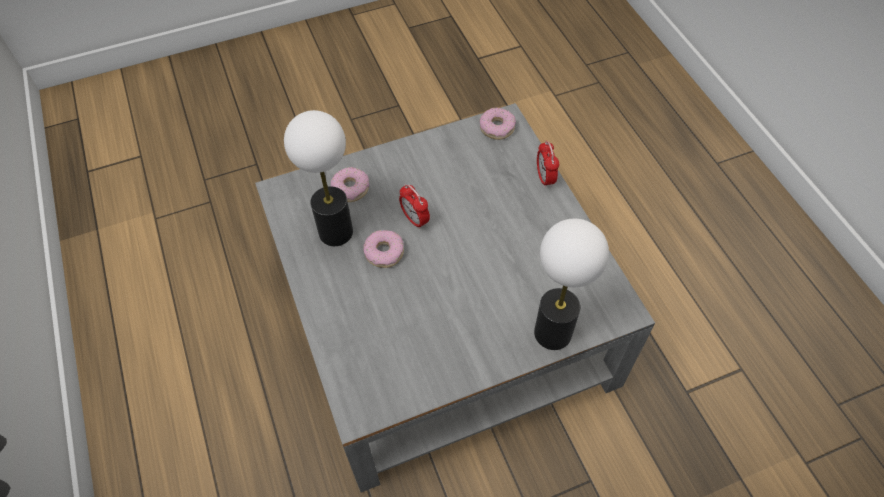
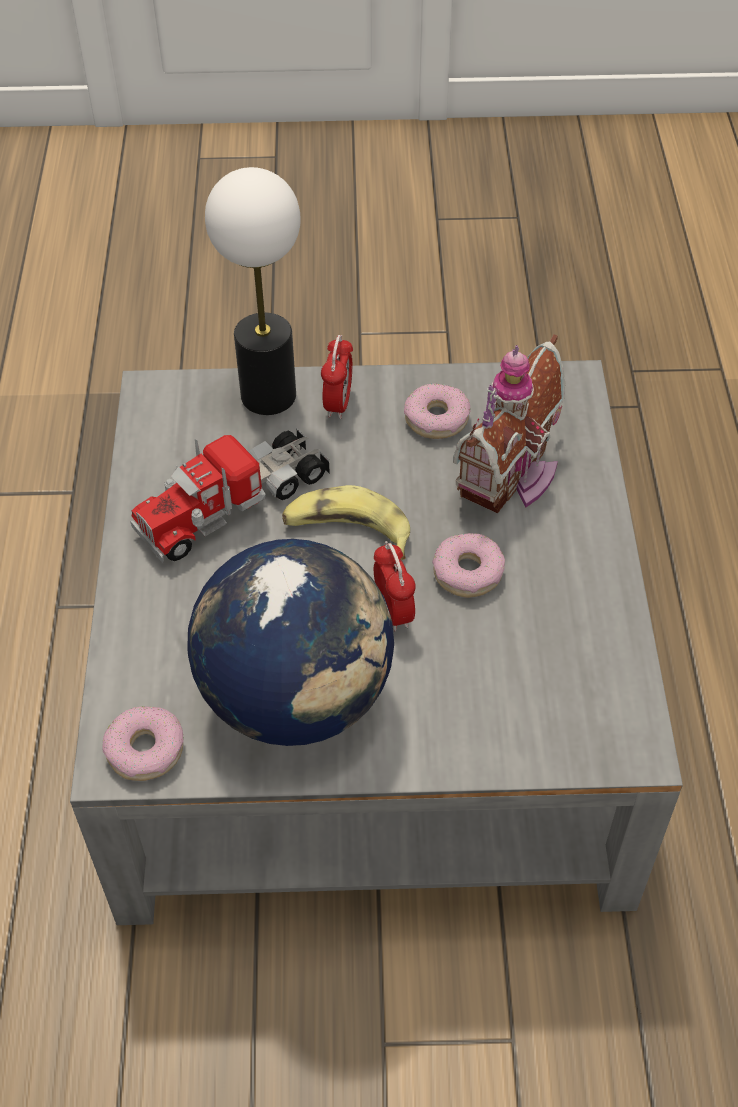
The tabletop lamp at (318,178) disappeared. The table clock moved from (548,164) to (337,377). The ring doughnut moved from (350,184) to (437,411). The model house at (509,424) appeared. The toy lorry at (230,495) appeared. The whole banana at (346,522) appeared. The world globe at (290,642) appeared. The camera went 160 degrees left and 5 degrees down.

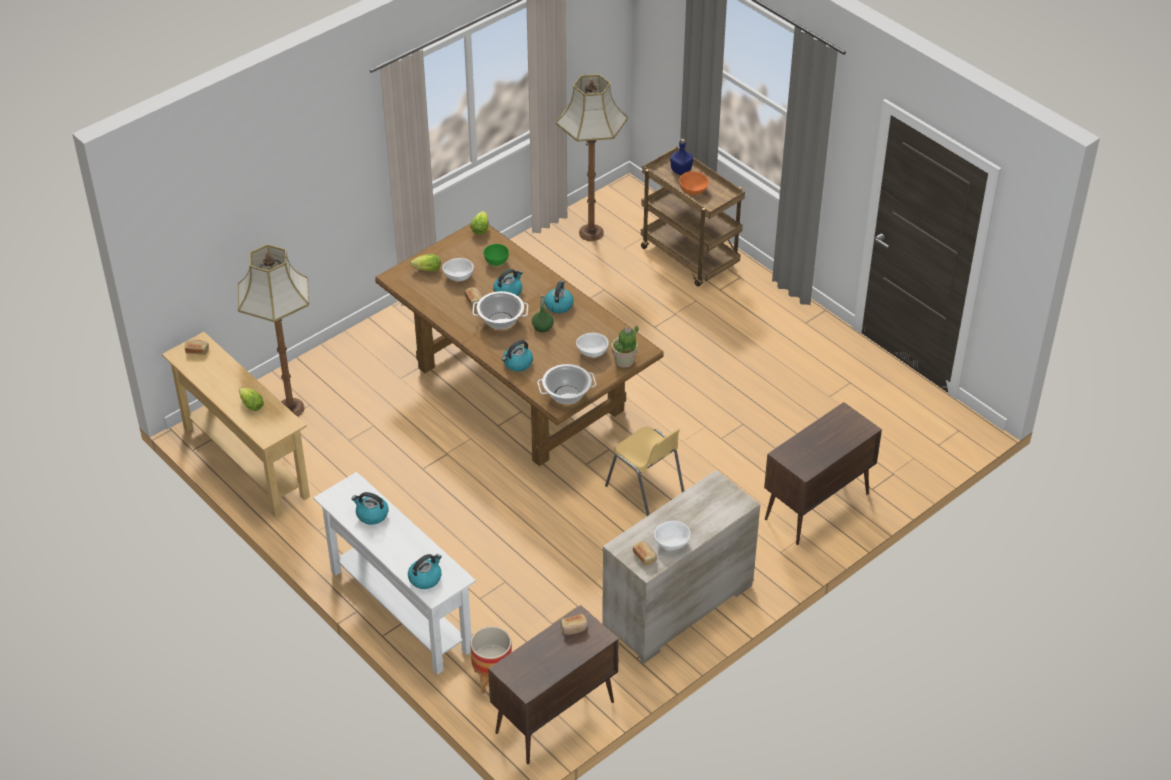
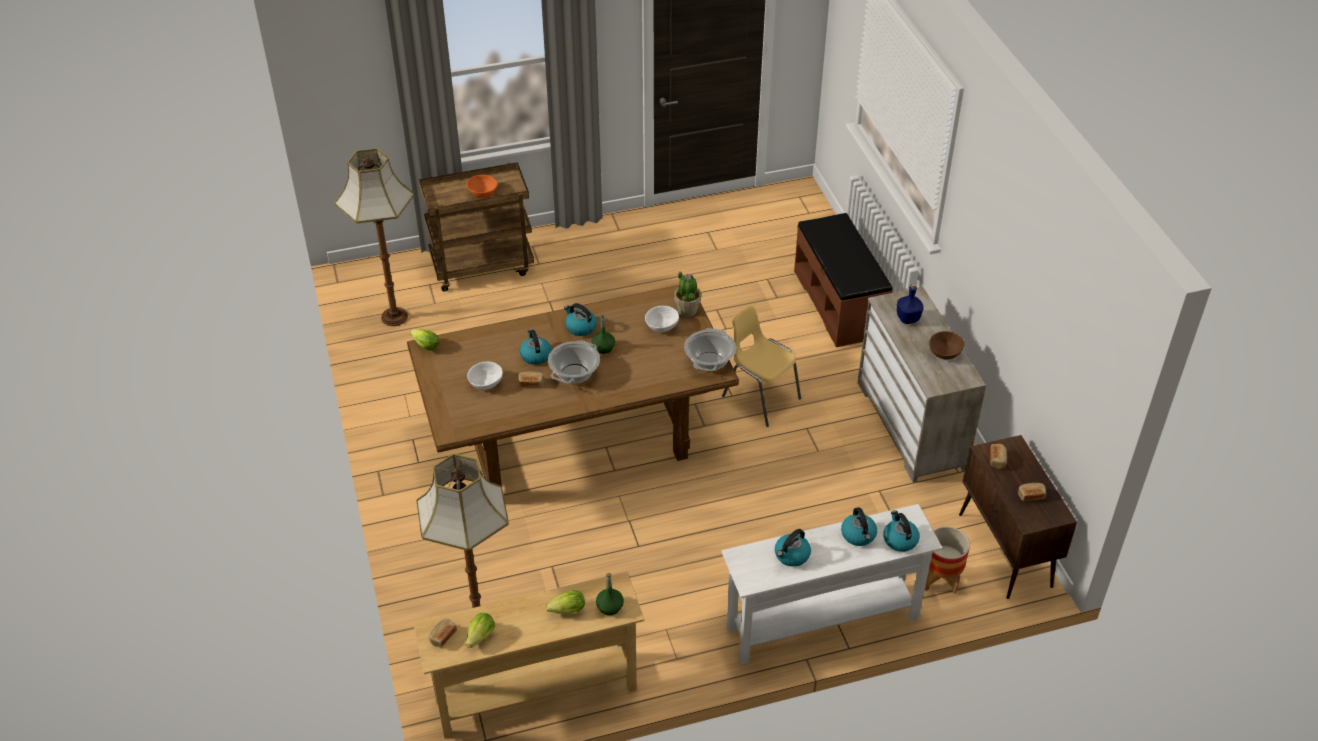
The blue beverage bottle moved from (681,157) to (910,303). The green-coloured serving bowl at (496,255) disappeared. The lettuce moved from (425,262) to (480,630). The water kettle moved from (517,356) to (859,526). The brownish cupboard at (823,473) was replaced by the brownish bench at (843,280). The yellowish plain chair at (644,471) turned 120 degrees counterclockwise. The white serving bowl at (672,535) became the brownish serving bowl at (946,345). The bakery bread moved from (645,553) to (1032,492). The green-coloured beverage bottle at (610,594) appeared. The camera went 65 degrees left and 0 degrees up.

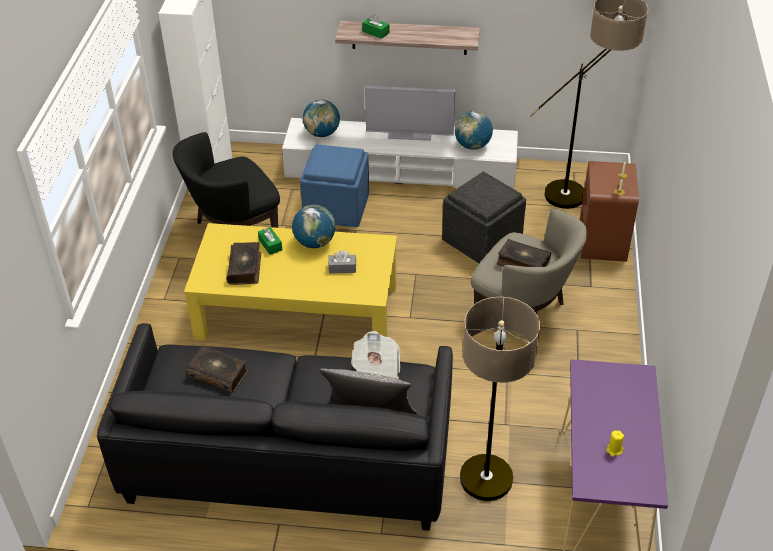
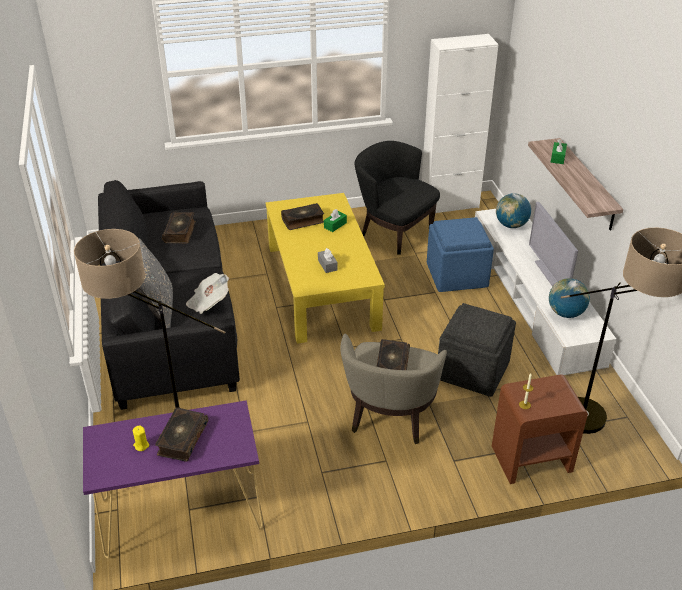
The world globe at (314,226) disappeared. The book at (181,434) appeared. The camera went 70 degrees right and 5 degrees down.

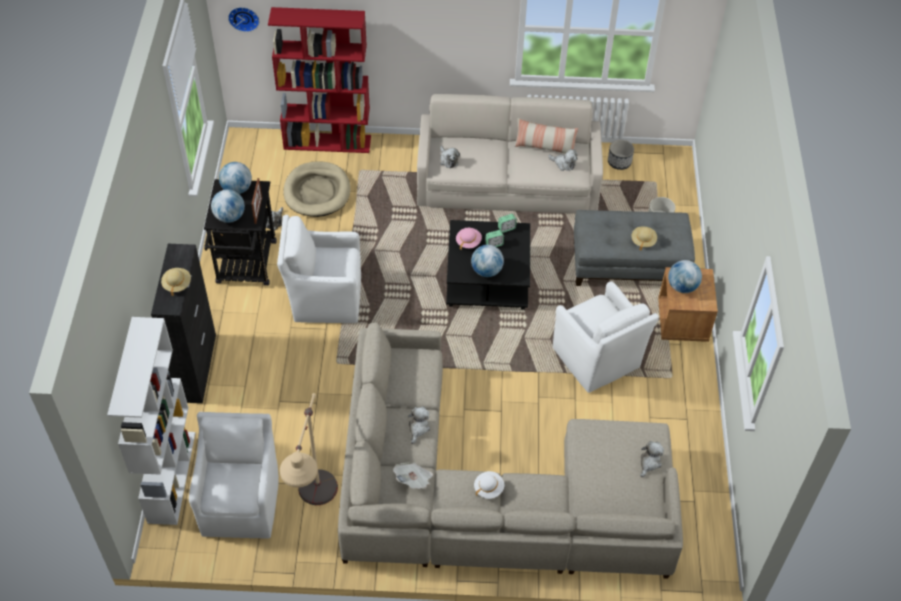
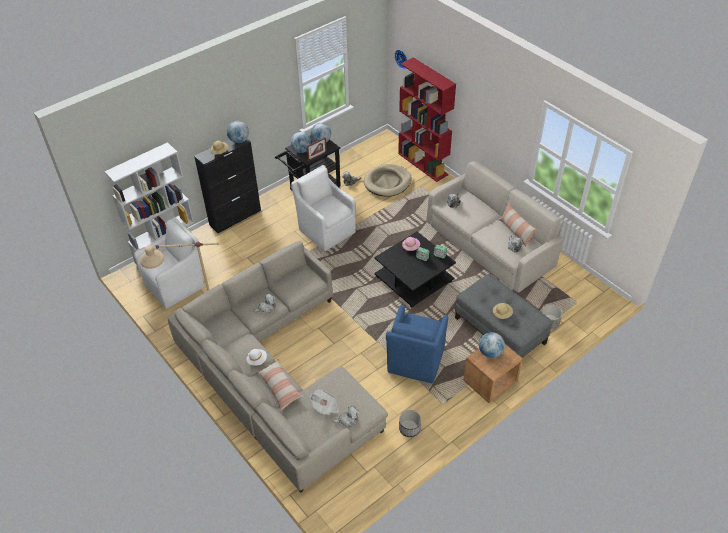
The flower pot moved from (621,155) to (410,423). The world globe moved from (487,261) to (238,132). The white easy chair at (606,337) became the blue easy chair at (417,344). The daily paper moved from (413,475) to (324,402). The pillow at (280,385) appeared. The camera went 50 degrees right and 5 degrees down.

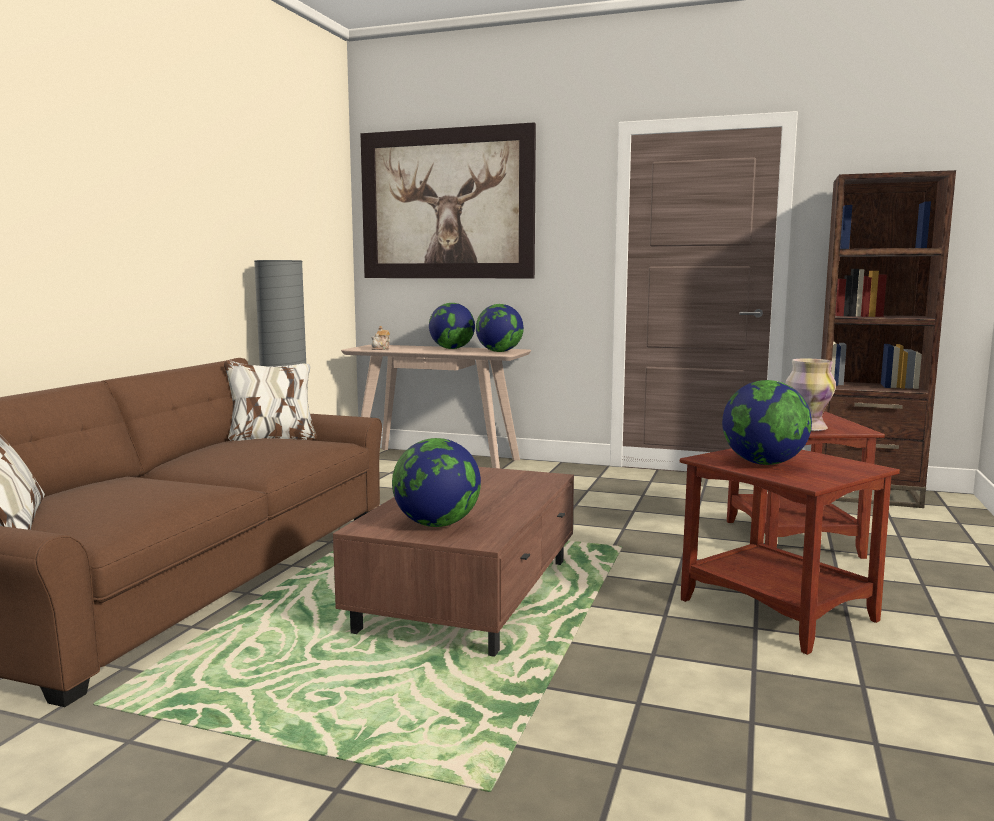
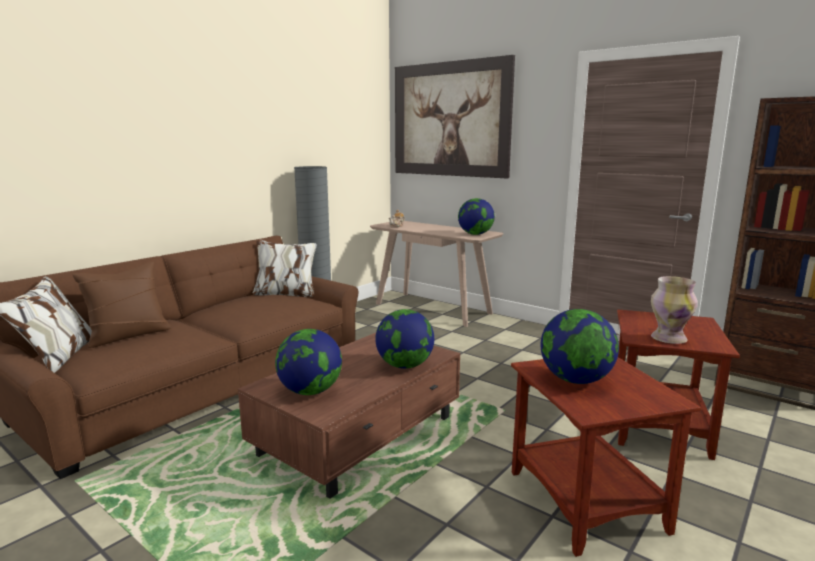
The world globe moved from (452,326) to (404,339). The brownish pillow at (121,305) appeared. The camera went 20 degrees right and 5 degrees up.

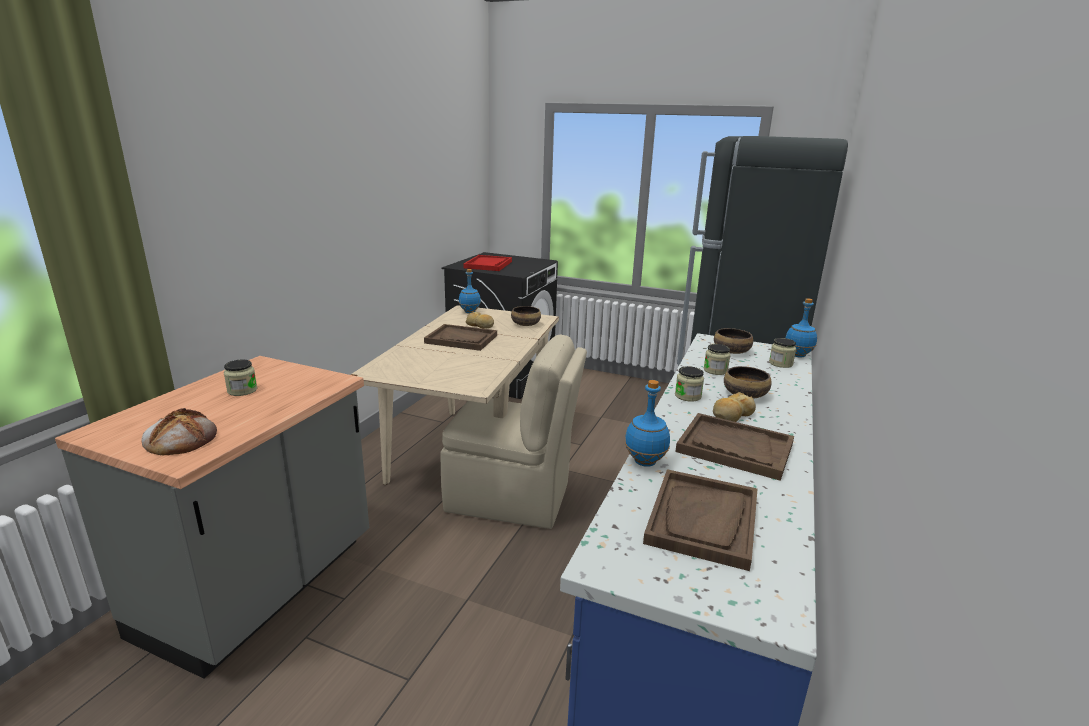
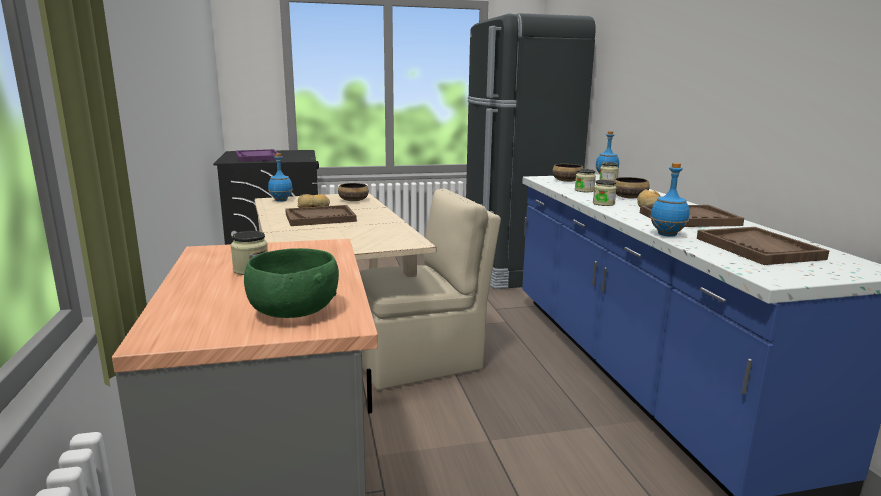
The reddish tray at (488,263) became the purple tray at (256,155). The bakery bread at (179,431) was replaced by the green-coloured serving bowl at (291,283). The camera went 35 degrees left and 5 degrees down.

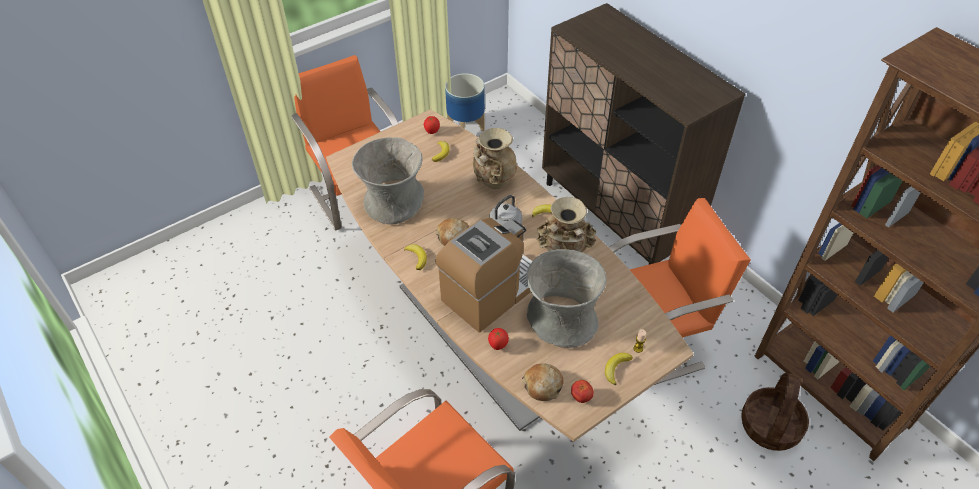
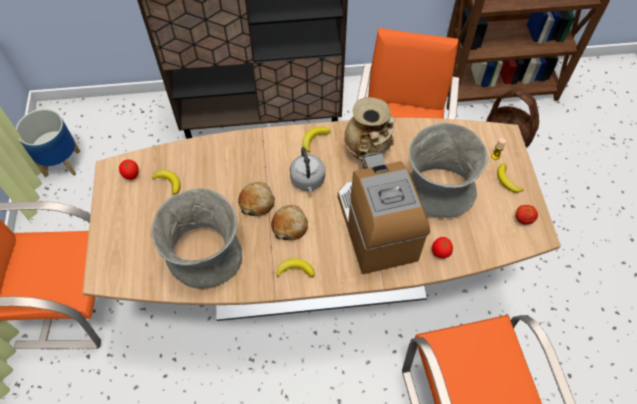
The beige-coloured vase at (495,158) disappeared. The bakery bread moved from (543,382) to (256,199). The camera went 60 degrees left and 10 degrees up.

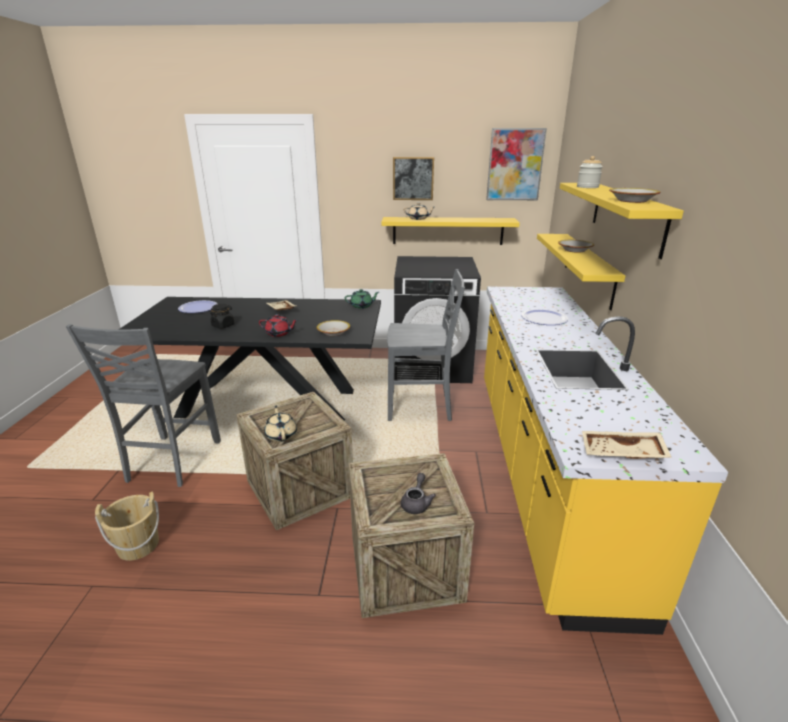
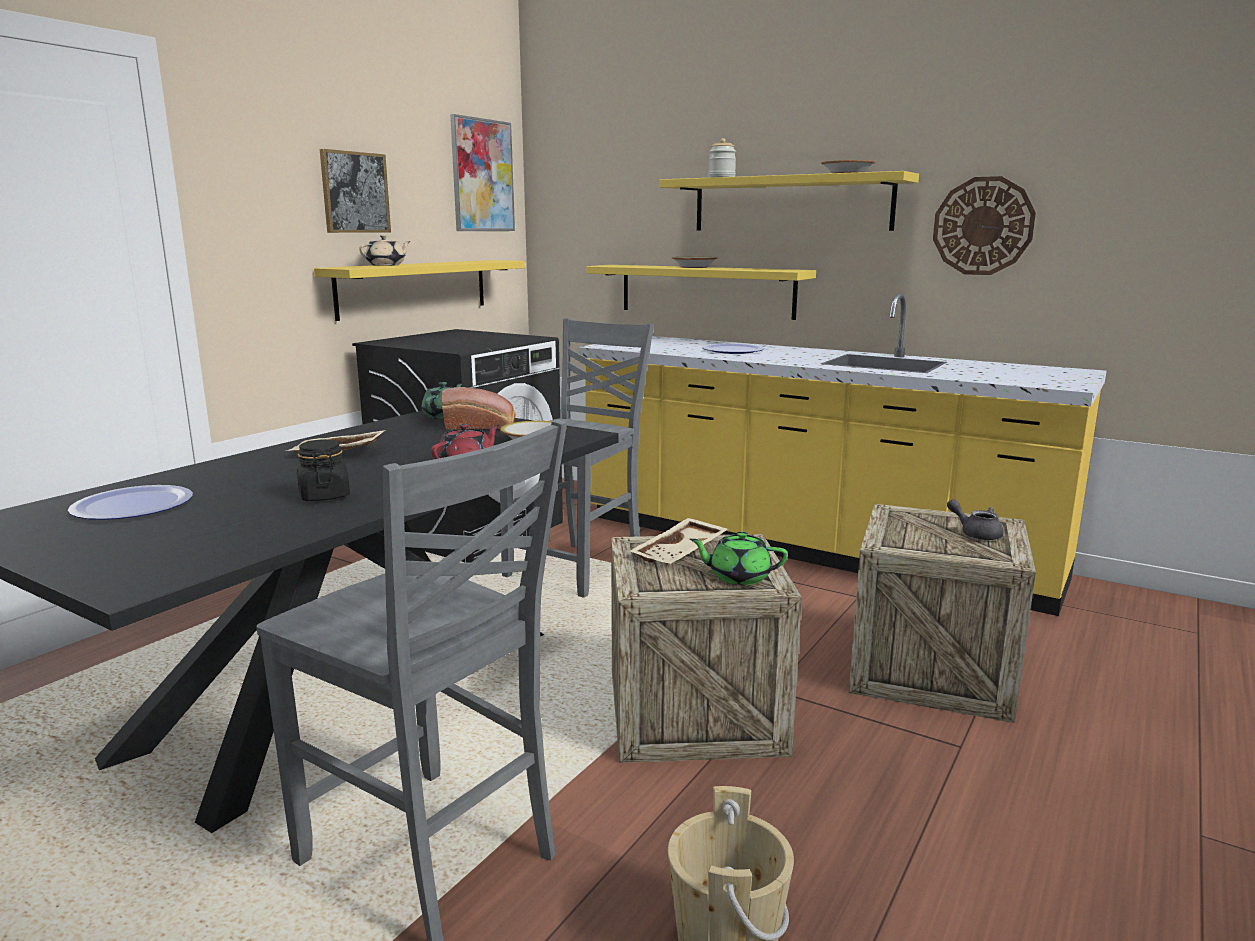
The beige-coloured teapot at (280,424) became the green-coloured teapot at (739,558). The beige-coloured tray moved from (627,445) to (679,541). The wall clock at (984,225) appeared. The bakery bread at (478,408) appeared. The camera went 60 degrees left and 10 degrees down.

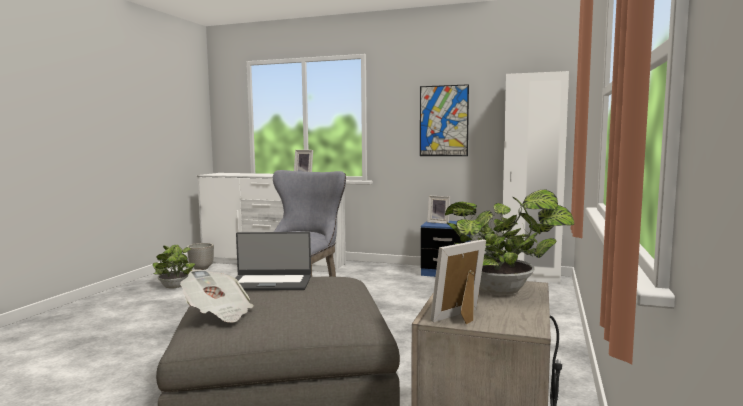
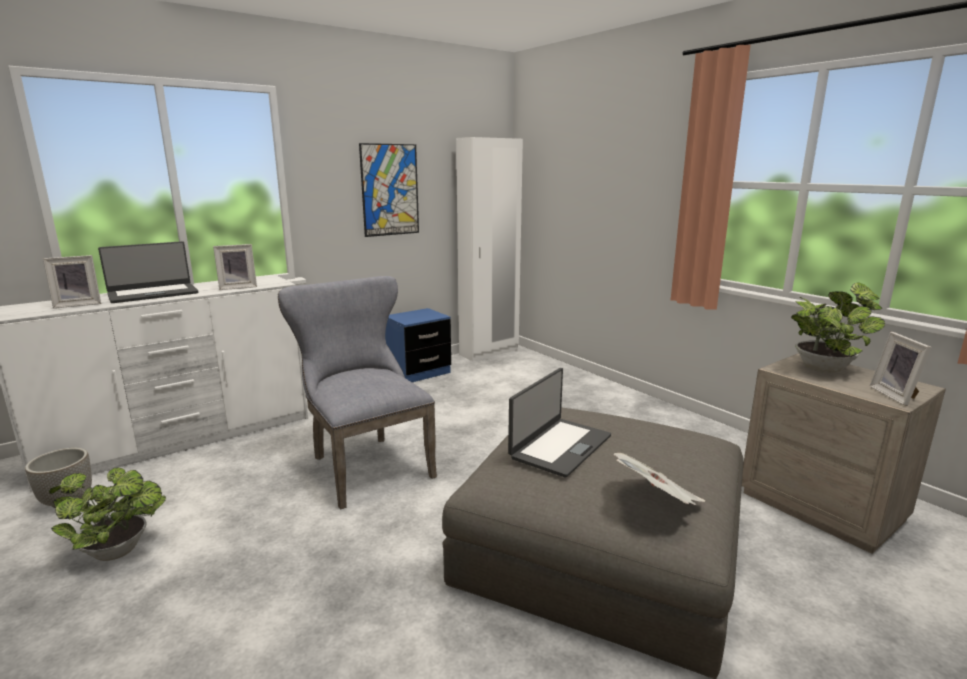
The standing frame moved from (438,210) to (72,281). The portable computer at (148,272) appeared. The camera went 55 degrees left and 10 degrees up.

